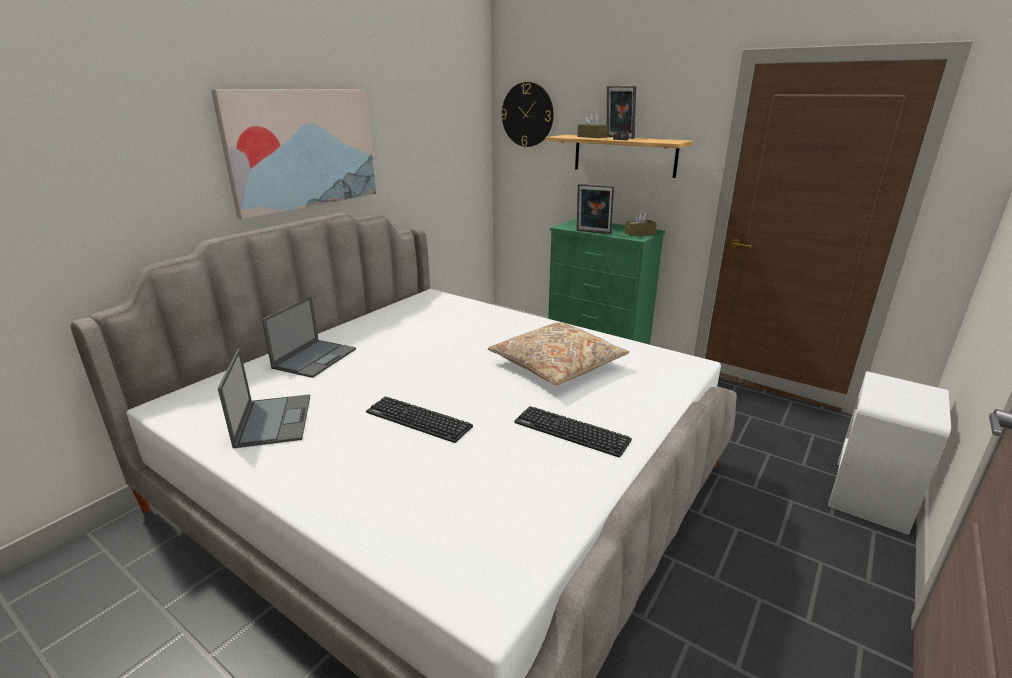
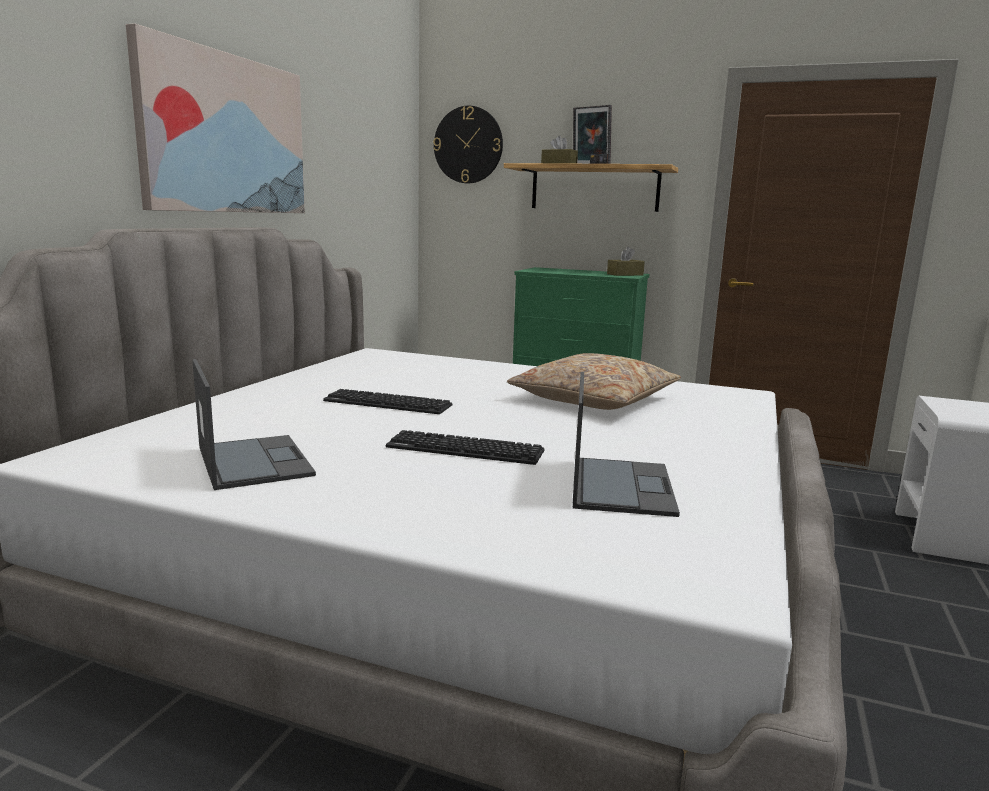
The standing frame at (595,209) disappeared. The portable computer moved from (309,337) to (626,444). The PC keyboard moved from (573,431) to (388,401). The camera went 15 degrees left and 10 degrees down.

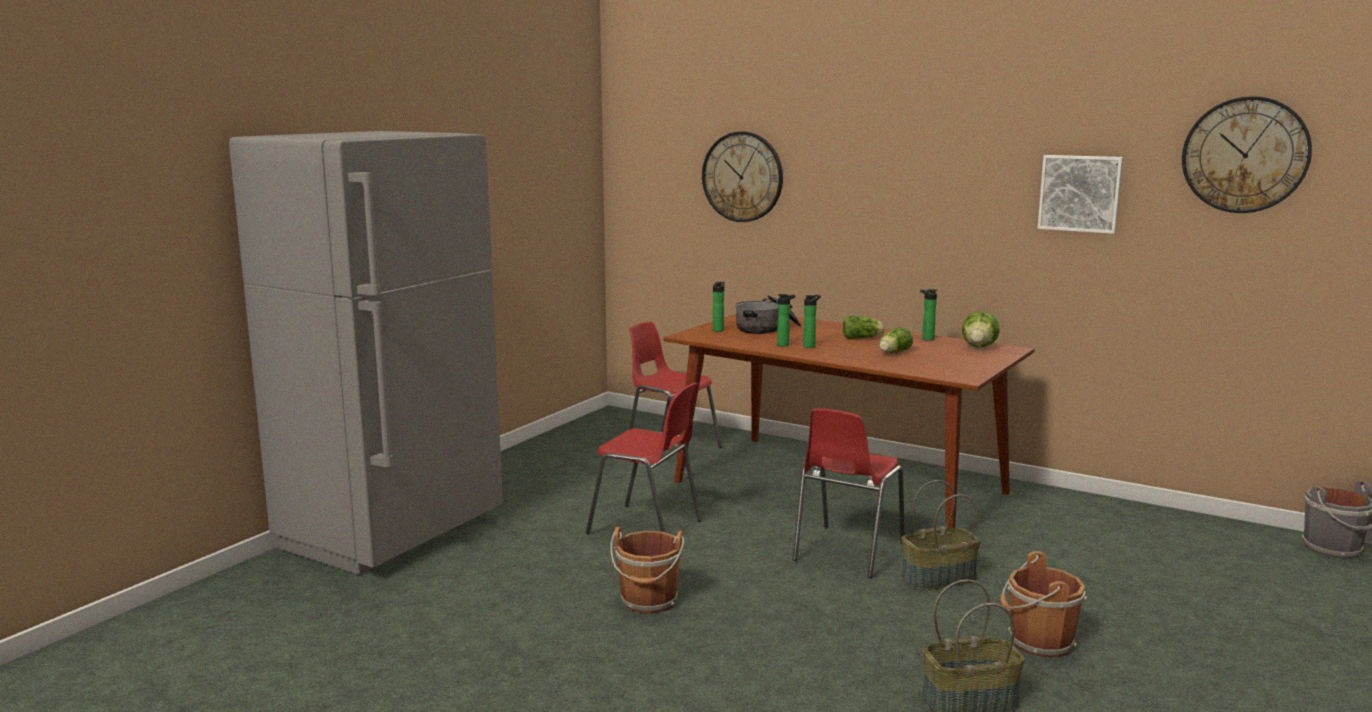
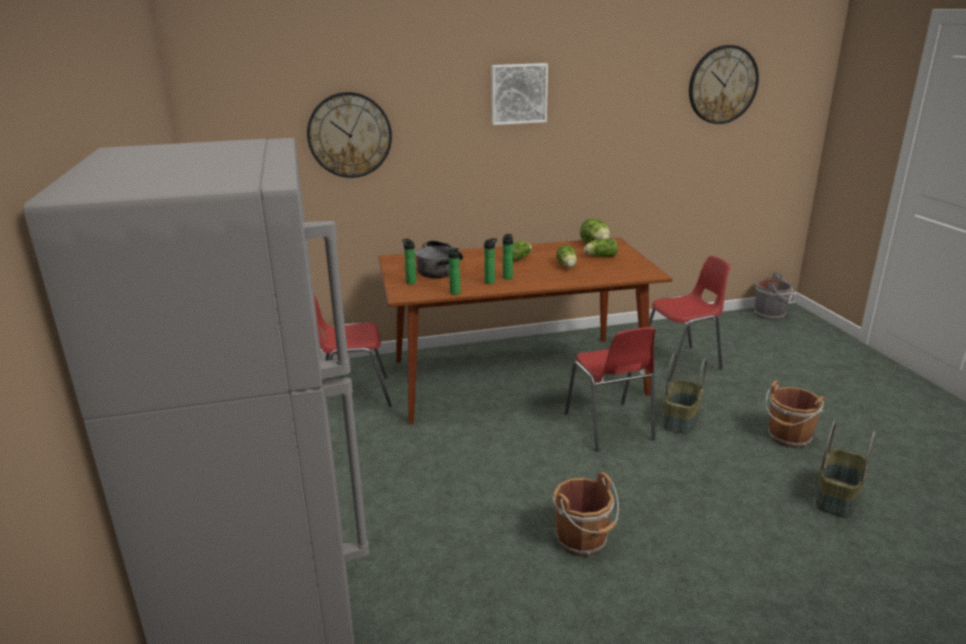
The wall art moved from (1080,194) to (519,94). The beverage bottle moved from (929,315) to (452,271). The reddish plain chair moved from (644,458) to (690,318). The lettuce at (601,247) appeared. The camera went 45 degrees left and 10 degrees up.

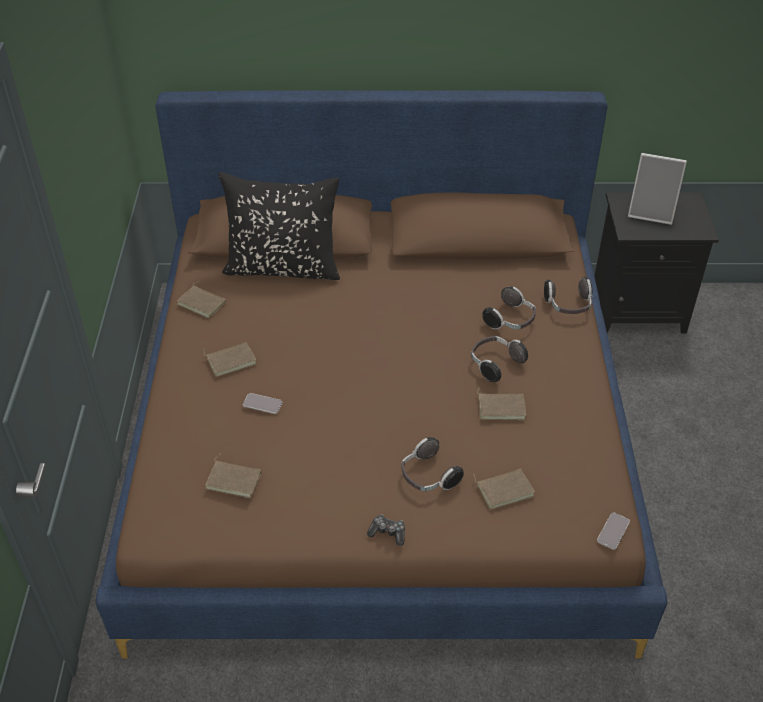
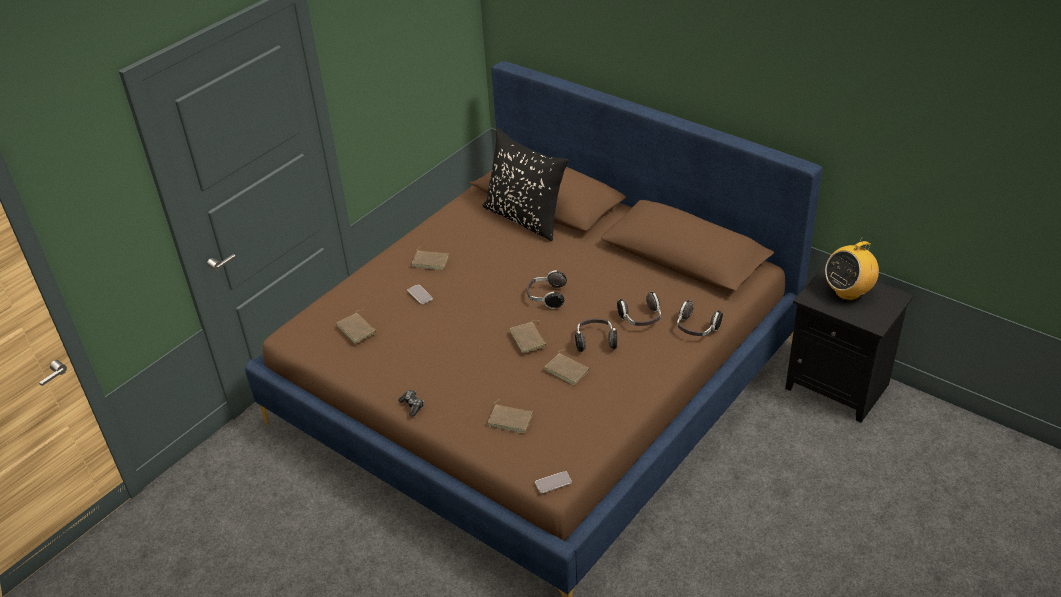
The standing frame at (657,189) was replaced by the radio set at (852,268). The brownish book moved from (201,299) to (528,336). The headset moved from (432,464) to (547,289). The camera went 40 degrees right and 5 degrees down.

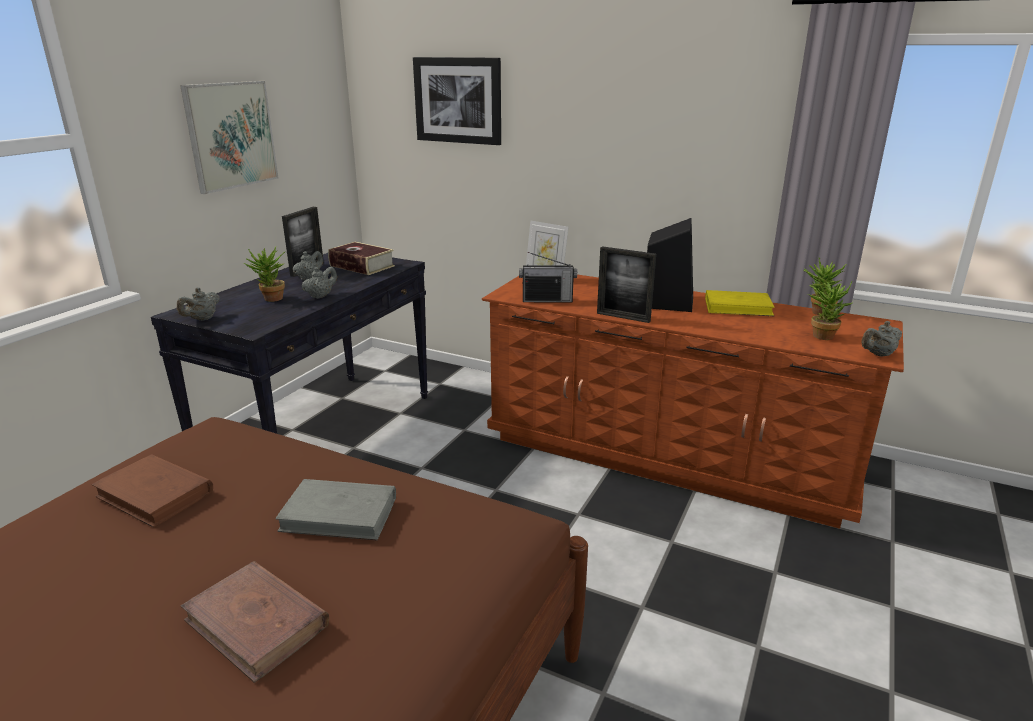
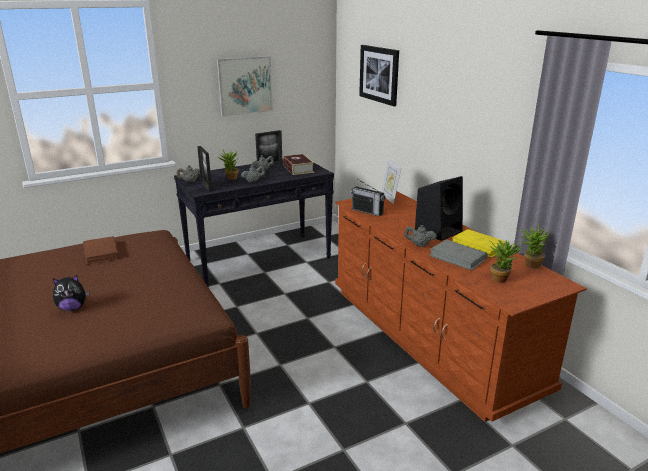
The standing frame moved from (626,284) to (204,169). The gray teapot moved from (881,339) to (420,236). The gray book moved from (335,510) to (458,254). The brownish book at (255,622) was replaced by the plush toy at (71,293). The camera went 35 degrees right and 0 degrees up.

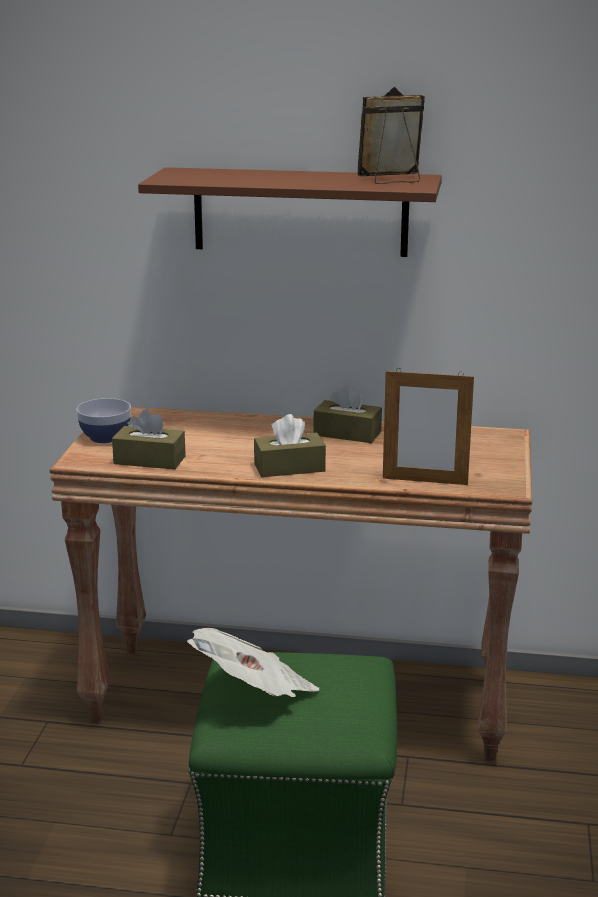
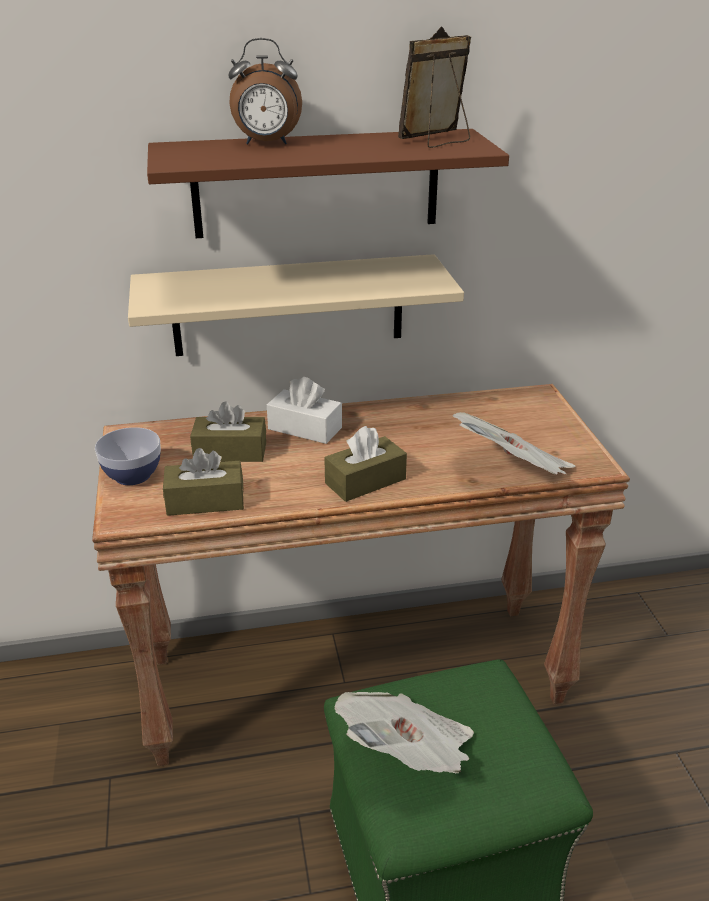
The standing frame at (428,426) was replaced by the daily paper at (514,443). The brownish tissue box moved from (348,414) to (228,431). The table clock at (265,91) appeared. The beige-coloured shelf at (296,305) appeared. The white tissue box at (304,410) appeared. The camera went 20 degrees left and 10 degrees up.

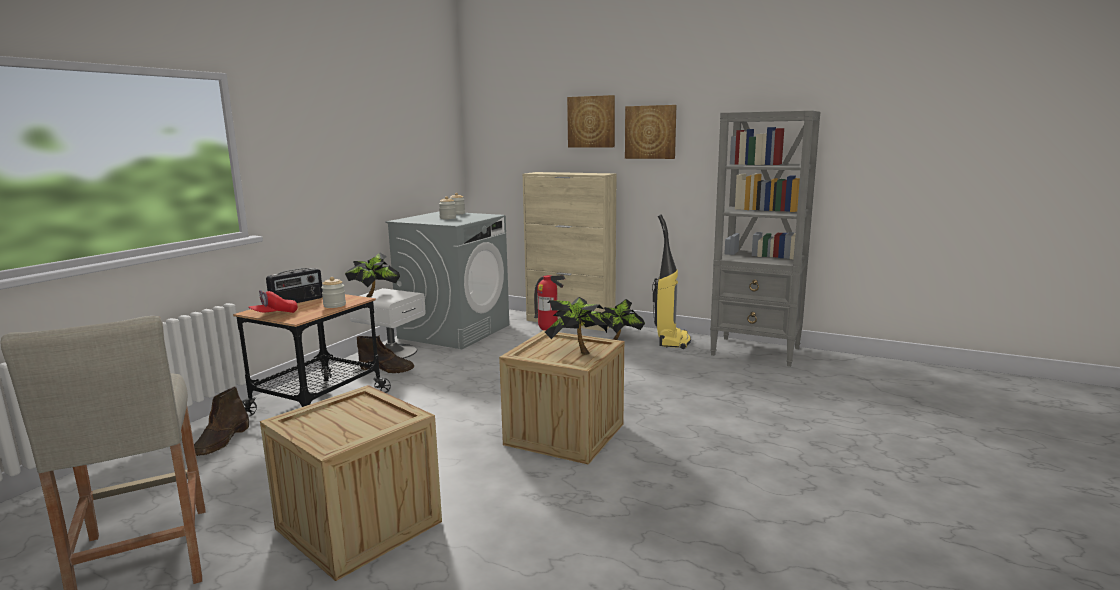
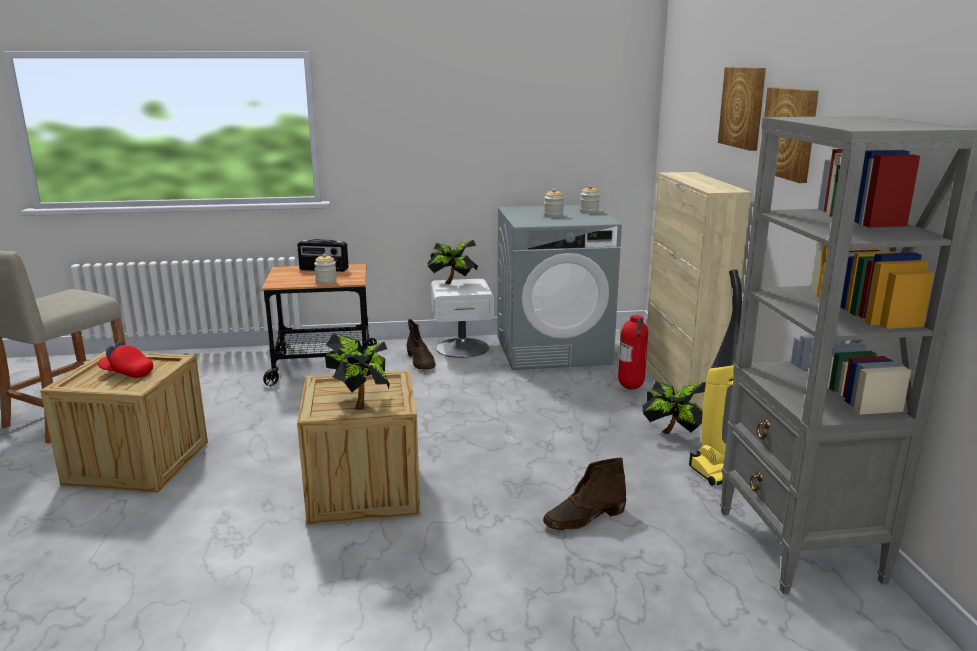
The reddish cap moved from (273,301) to (125,359). The brownish boot moved from (221,421) to (584,494). The camera went 55 degrees right and 5 degrees up.

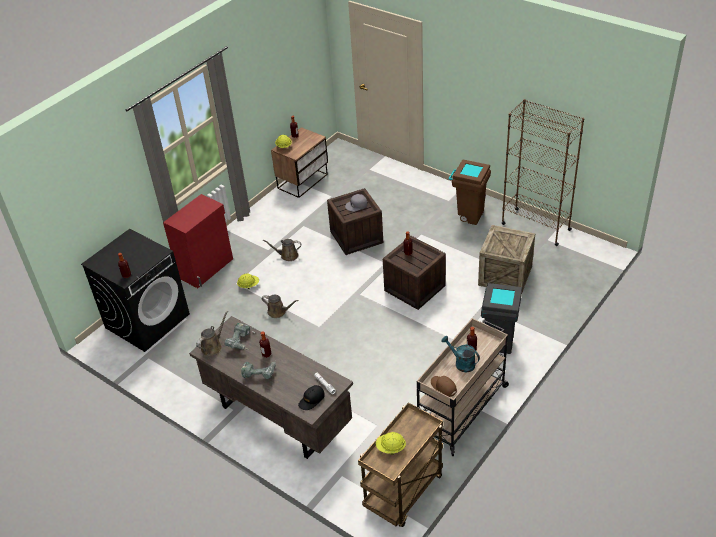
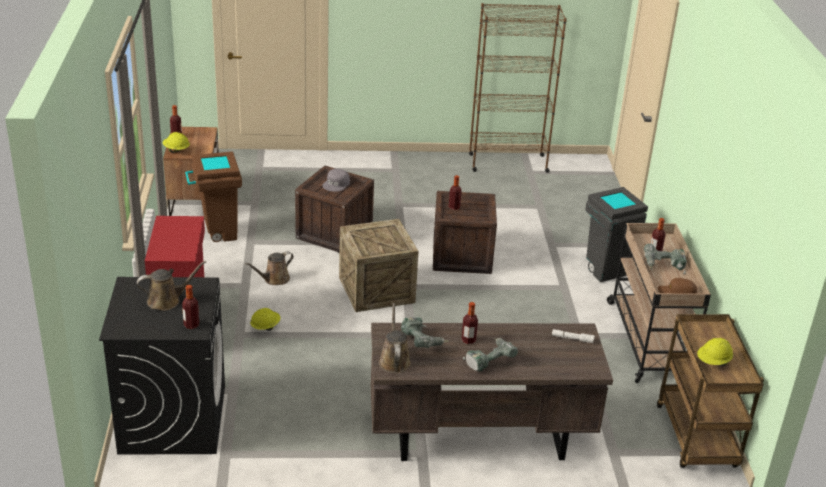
The brownish trash can moved from (470,192) to (213,196). The shipping crate moved from (506,260) to (378,265). The brownish sprinkling can moved from (279,306) to (171,285). The turquoise sprinkling can at (460,354) was replaced by the drill at (665,259). The blackish cap at (311,397) disappeared. The camera went 45 degrees left and 10 degrees down.

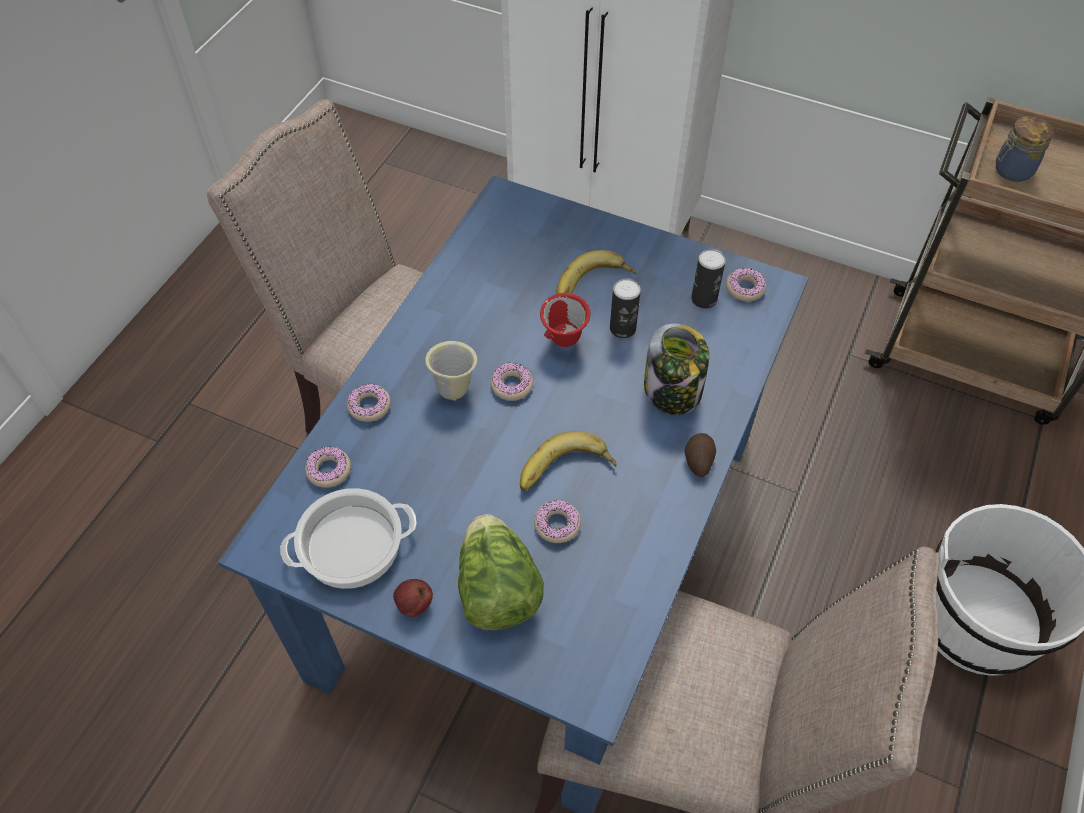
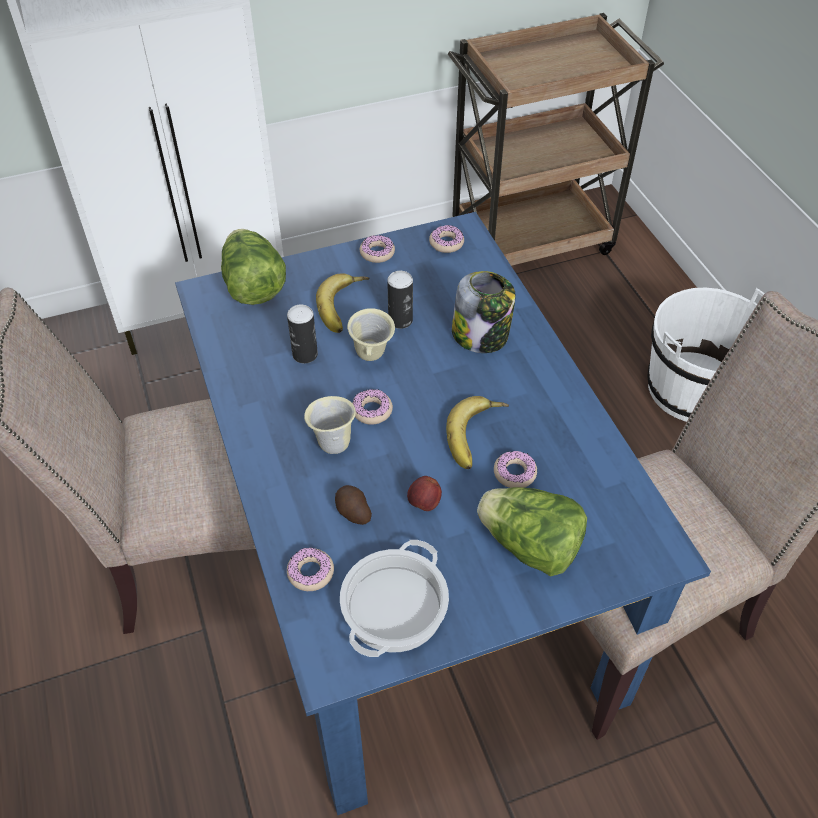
The jar at (1025,149) disappeared. The metal can moved from (708,279) to (302,333). The reddish tea mug at (565,320) became the beige-coloured tea mug at (371,334). The ring doughnut moved from (369,403) to (377,249). The spud moved from (700,455) to (353,505). The whole apple moved from (413,598) to (424,493). The lettuce at (253,267) appeared. The camera went 45 degrees left and 5 degrees down.

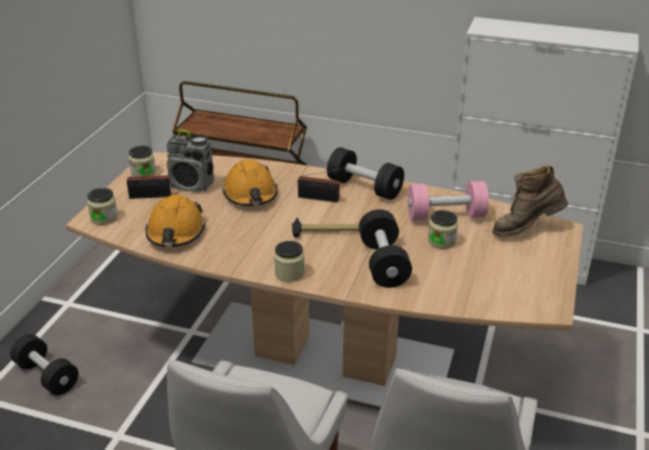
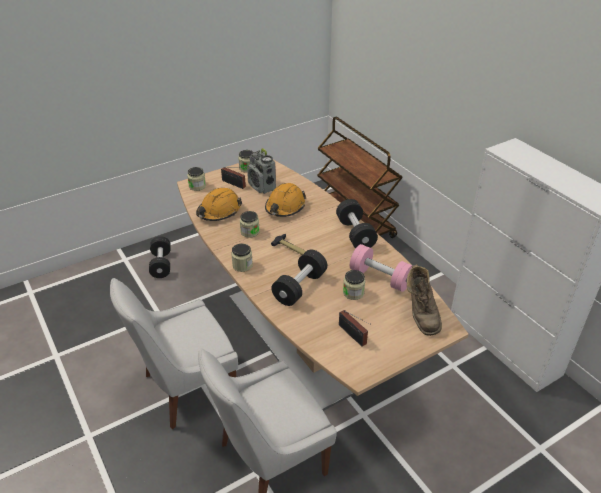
The brownish boot at (530,201) turned 120 degrees counterclockwise. The radio set moved from (321,185) to (355,328). The jar at (250,224) appeared. The camera went 40 degrees right and 5 degrees up.

